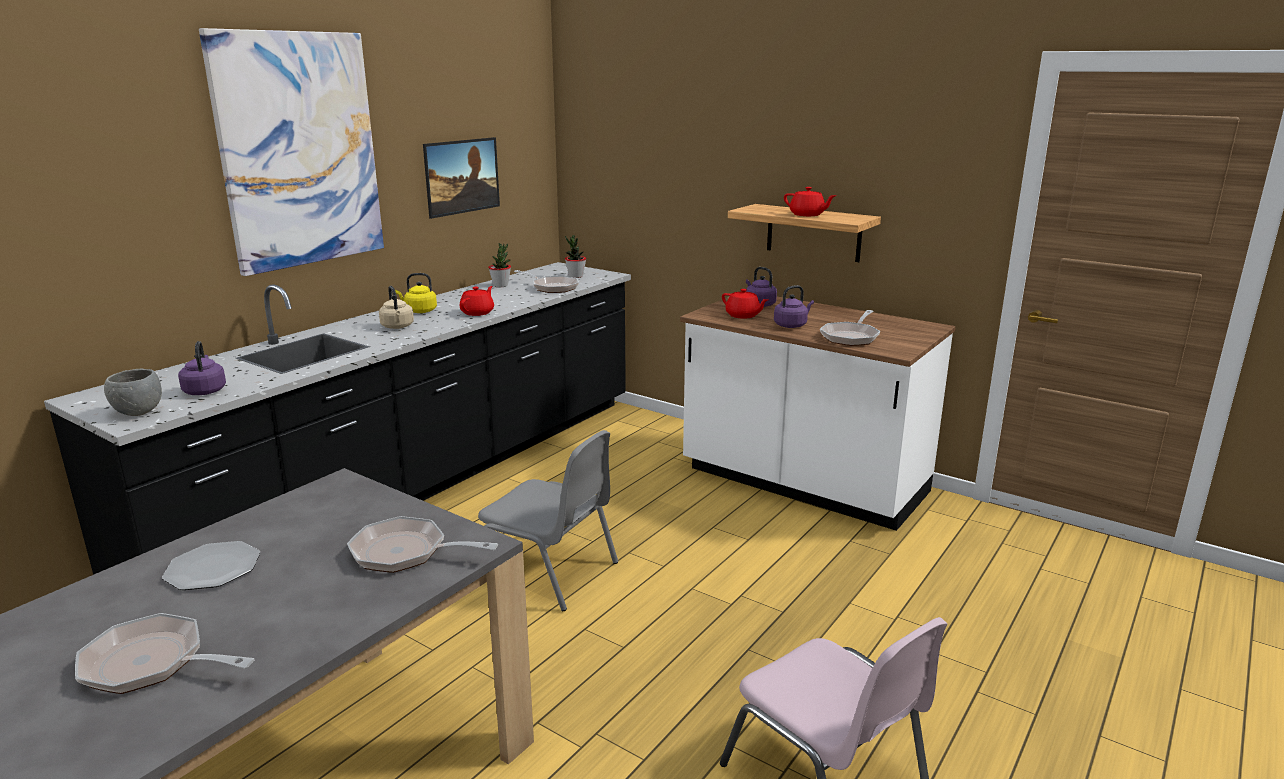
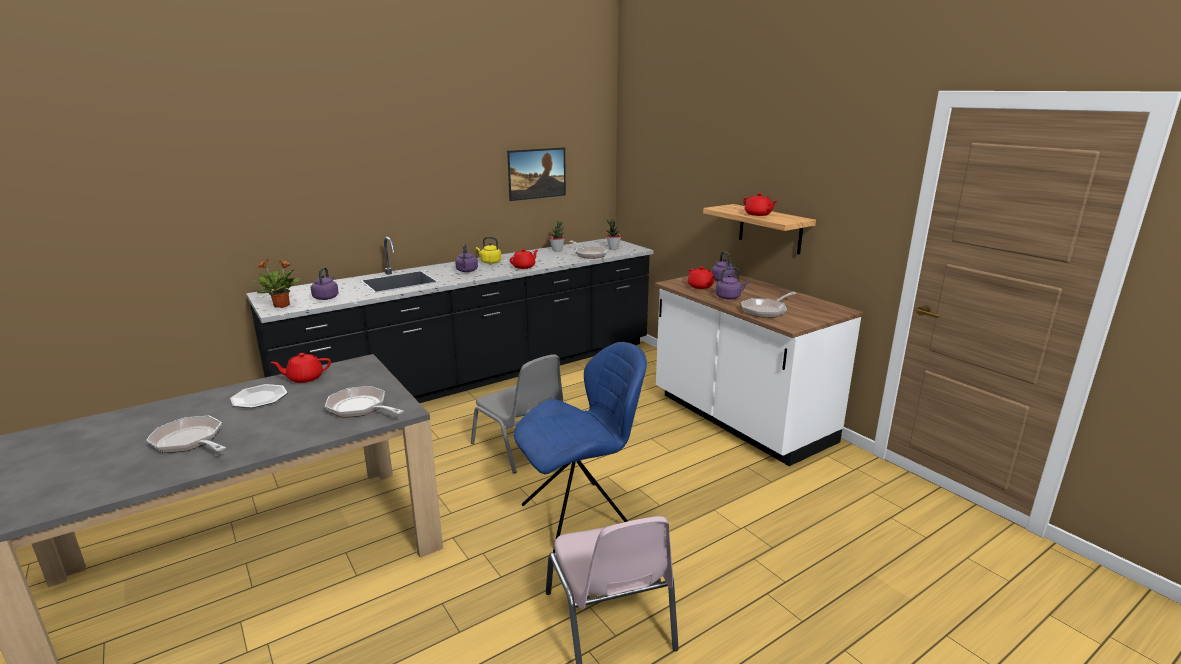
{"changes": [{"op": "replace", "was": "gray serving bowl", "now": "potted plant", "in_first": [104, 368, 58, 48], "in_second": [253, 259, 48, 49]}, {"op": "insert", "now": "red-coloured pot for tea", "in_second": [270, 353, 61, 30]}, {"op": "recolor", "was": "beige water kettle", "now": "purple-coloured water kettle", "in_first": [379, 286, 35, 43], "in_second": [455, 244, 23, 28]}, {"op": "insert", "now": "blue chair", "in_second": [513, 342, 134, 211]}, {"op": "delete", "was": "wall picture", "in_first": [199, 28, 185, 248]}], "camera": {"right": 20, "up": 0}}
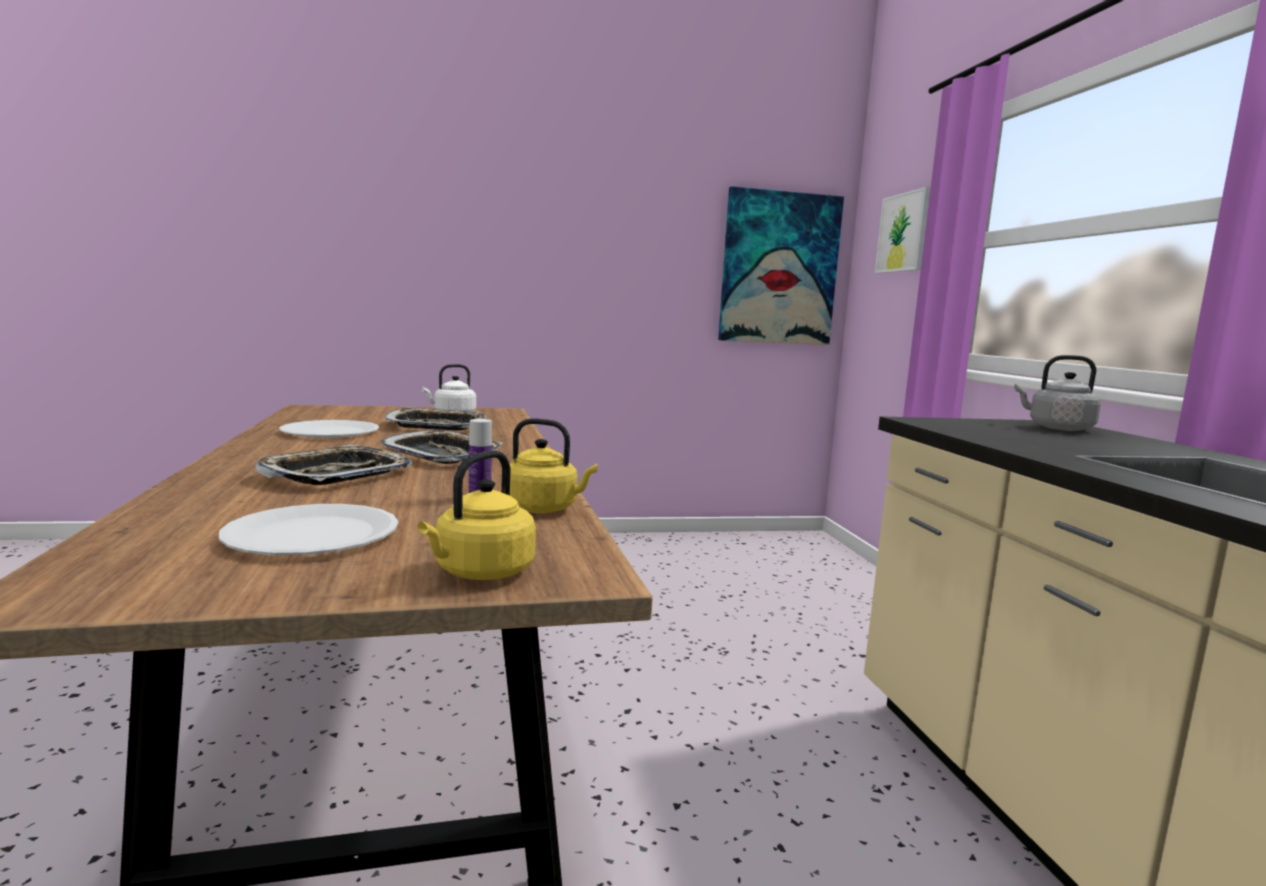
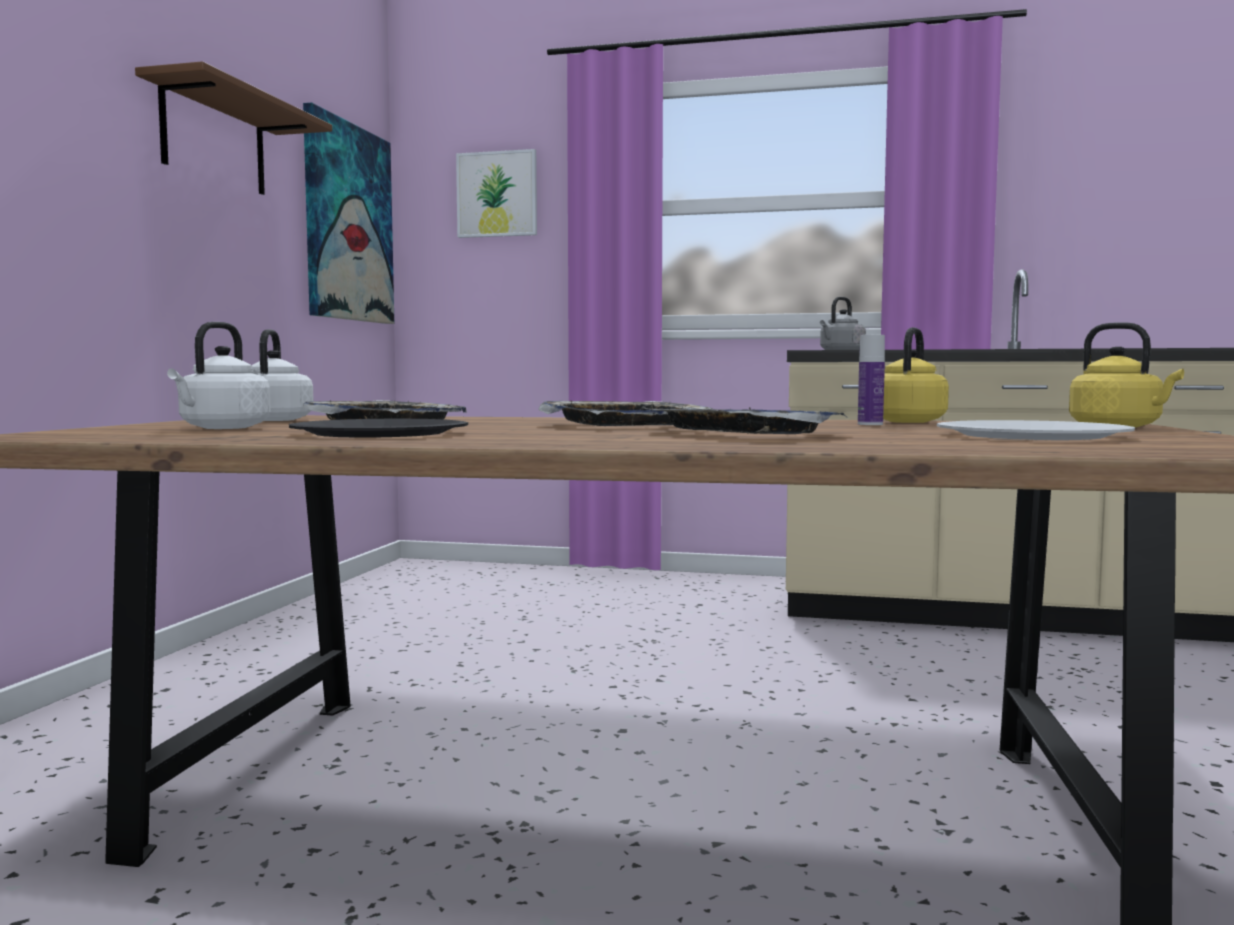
{"changes": [{"op": "insert", "now": "brown-coloured bracket shelf", "in_second": [135, 61, 197, 134]}, {"op": "insert", "now": "white-coloured water kettle", "in_second": [167, 322, 104, 107]}, {"op": "recolor", "was": "white-coloured flat dish", "now": "blackish flat dish", "in_first": [280, 420, 99, 18], "in_second": [289, 419, 179, 19]}], "camera": {"right": -65, "up": -5}}
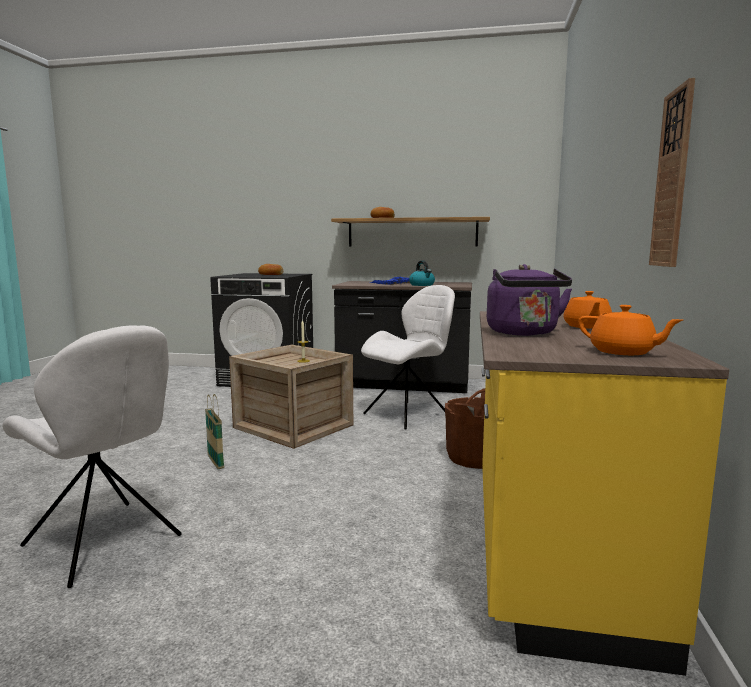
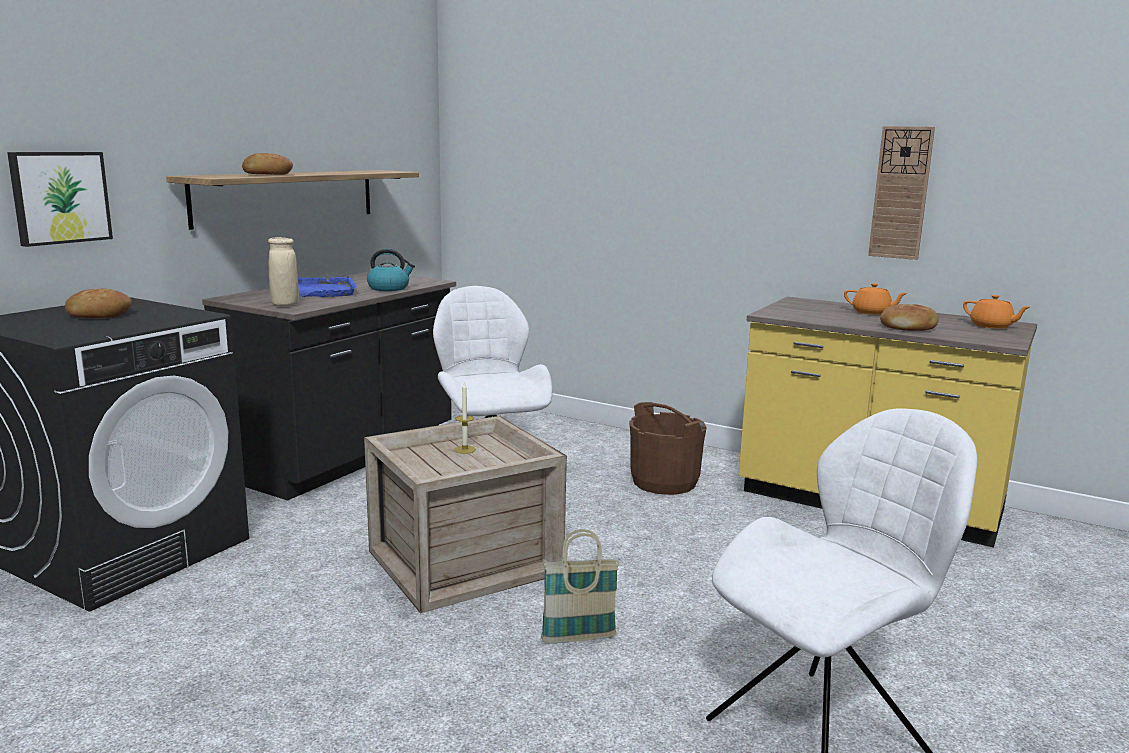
{"changes": [{"op": "insert", "now": "wall picture", "in_second": [7, 152, 106, 95]}, {"op": "insert", "now": "beige vase", "in_second": [268, 237, 31, 69]}, {"op": "replace", "was": "purple-coloured water kettle", "now": "bakery bread", "in_first": [487, 264, 85, 72], "in_second": [880, 304, 59, 27]}, {"op": "rotate", "was": "orangey pot for tea", "in_first": [578, 305, 105, 50], "in_second": [963, 295, 67, 34], "clockwise": 75}], "camera": {"right": -70, "up": 5}}
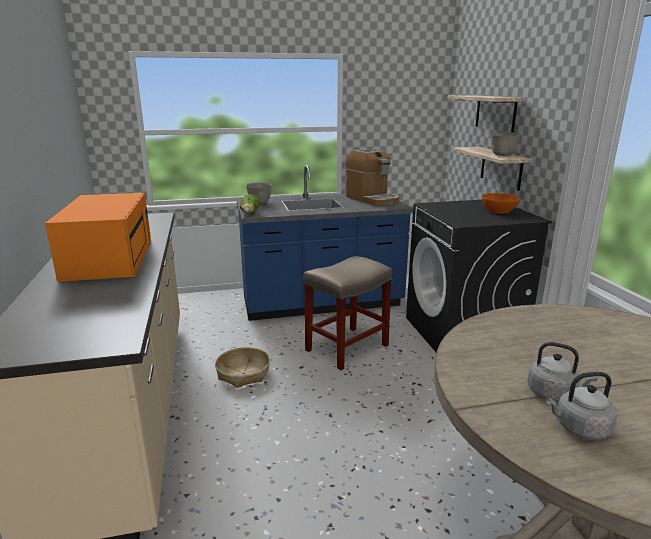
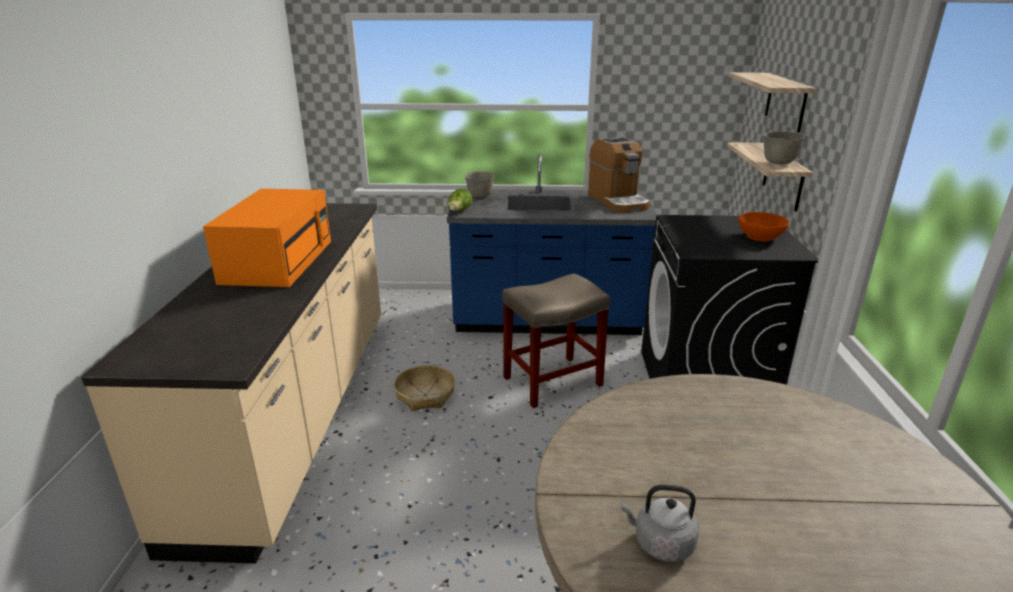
{"changes": [{"op": "delete", "was": "gray water kettle", "in_first": [528, 342, 70, 60]}], "camera": {"right": 15, "up": 5}}
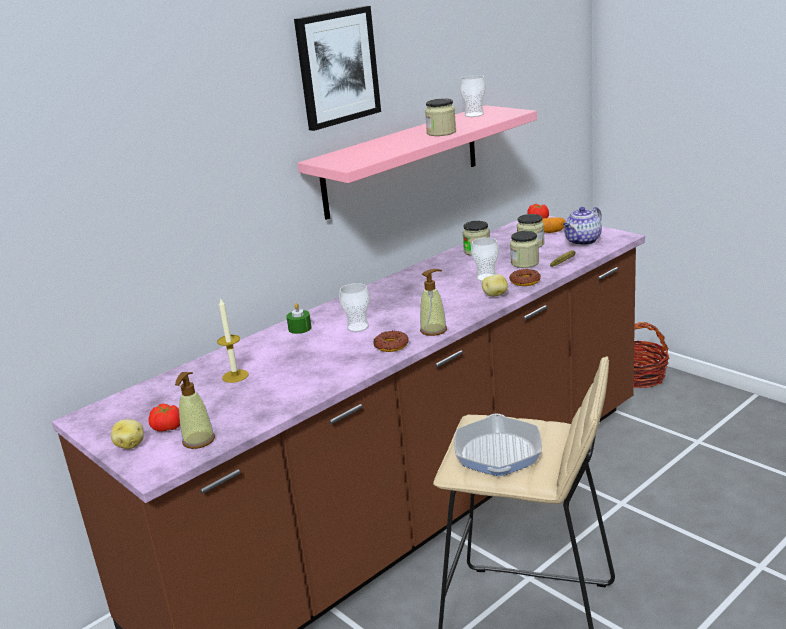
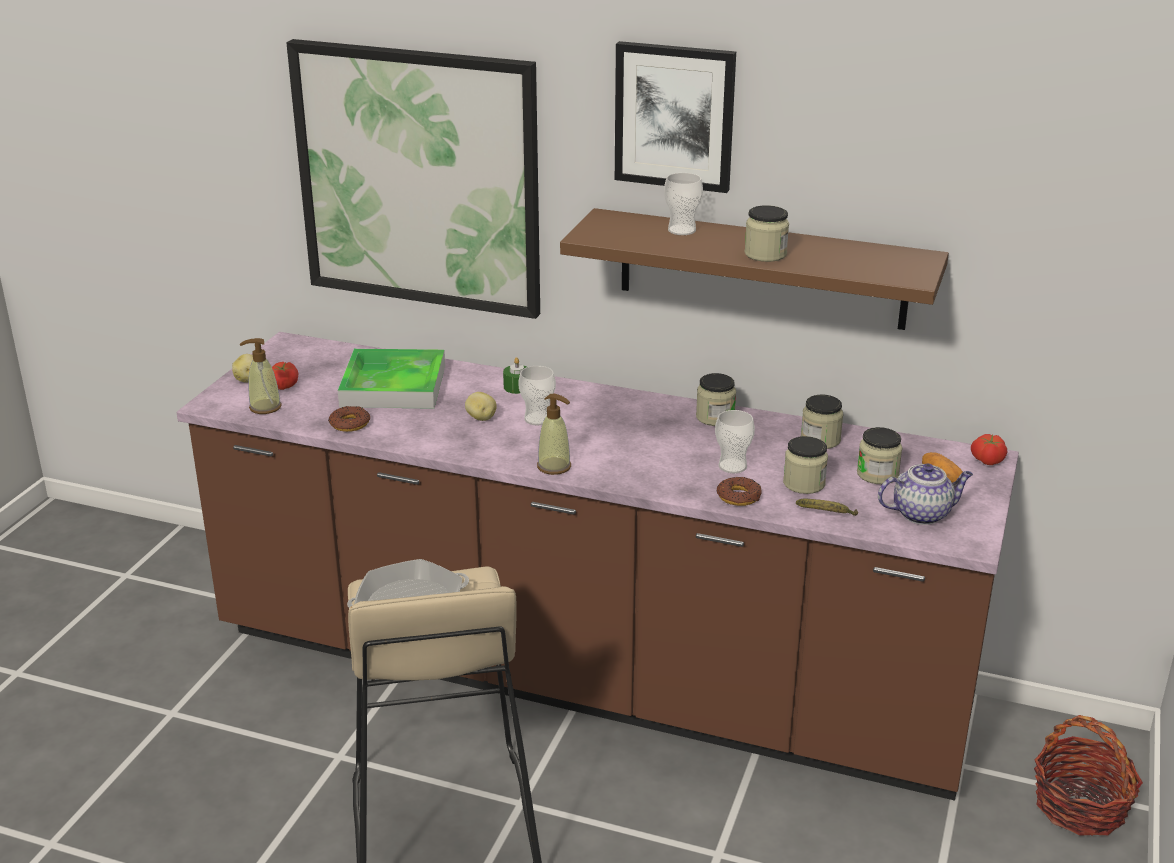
{"changes": [{"op": "insert", "now": "wall picture", "in_second": [286, 39, 254, 280]}, {"op": "move", "was": "ring doughnut", "in_first": [373, 331, 36, 21], "in_second": [328, 406, 42, 26]}, {"op": "replace", "was": "candle", "now": "tray", "in_first": [217, 297, 32, 86], "in_second": [338, 349, 107, 60]}, {"op": "move", "was": "potato", "in_first": [482, 274, 26, 23], "in_second": [465, 392, 32, 29]}, {"op": "recolor", "was": "pink-coloured bracket shelf", "now": "brown-coloured bracket shelf", "in_first": [297, 105, 240, 115], "in_second": [560, 208, 389, 122]}, {"op": "move", "was": "cup", "in_first": [459, 75, 27, 42], "in_second": [664, 173, 39, 62]}, {"op": "insert", "now": "storage jar", "in_second": [696, 373, 40, 53]}, {"op": "rotate", "was": "pot for tea", "in_first": [563, 207, 39, 38], "in_second": [878, 463, 95, 62], "clockwise": 150}], "camera": {"right": 60, "up": 5}}
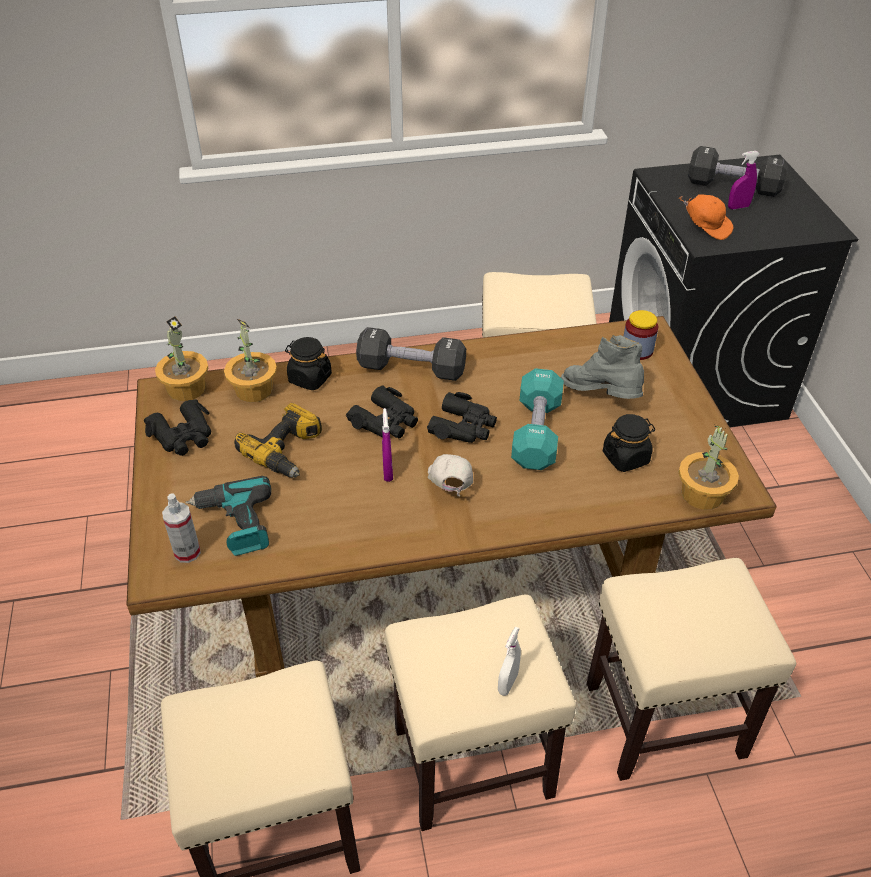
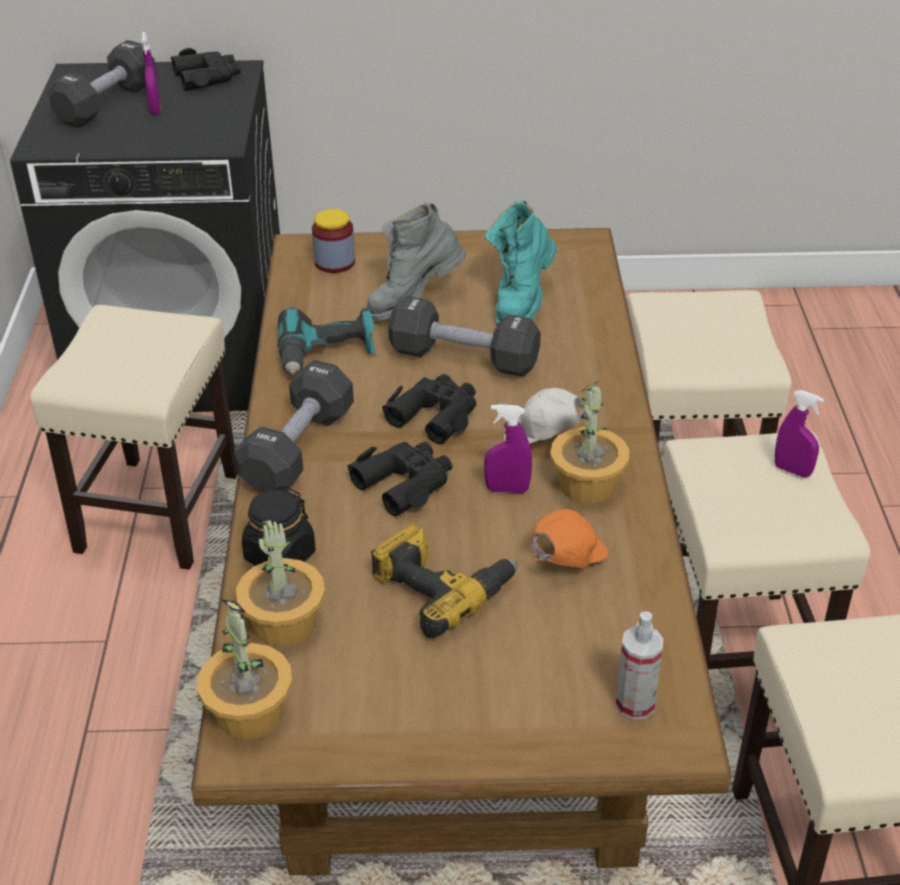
{"changes": [{"op": "move", "was": "blackish pair of binoculars", "in_first": [144, 399, 67, 57], "in_second": [171, 48, 70, 43]}, {"op": "move", "was": "power drill", "in_first": [186, 476, 85, 80], "in_second": [278, 307, 98, 68]}, {"op": "recolor", "was": "turquoise-coloured free weight", "now": "blackish free weight", "in_first": [511, 368, 53, 102], "in_second": [388, 296, 153, 81]}, {"op": "replace", "was": "blackish storage jar", "now": "turquoise-coloured boot", "in_first": [603, 414, 52, 58], "in_second": [485, 200, 72, 125]}, {"op": "move", "was": "orangey peaked cap", "in_first": [679, 194, 54, 46], "in_second": [531, 509, 78, 59]}, {"op": "move", "was": "potted plant", "in_first": [679, 425, 60, 85], "in_second": [550, 380, 79, 123]}, {"op": "recolor", "was": "white-coloured spray bottle", "now": "purple-coloured spray bottle", "in_first": [498, 626, 23, 70], "in_second": [775, 390, 49, 87]}], "camera": {"right": -80, "up": -5}}
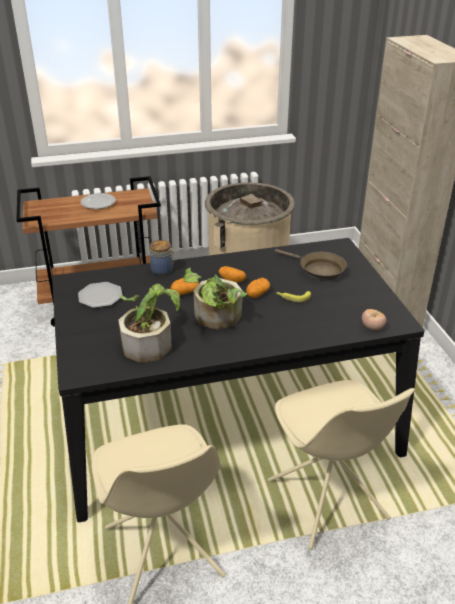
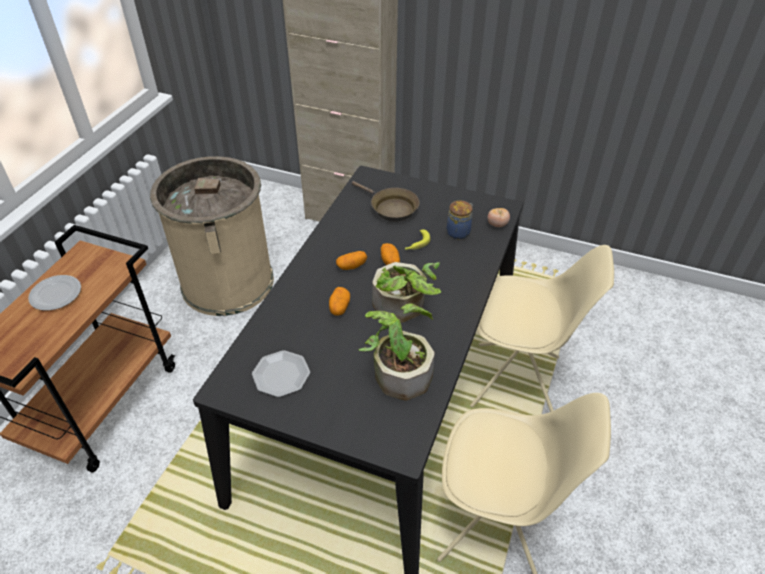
{"changes": [{"op": "rotate", "was": "brown-coloured frying pan", "in_first": [275, 249, 72, 32], "in_second": [352, 181, 67, 41], "clockwise": 60}, {"op": "move", "was": "storage jar", "in_first": [150, 240, 25, 35], "in_second": [447, 200, 26, 39]}], "camera": {"right": -55, "up": 10}}
